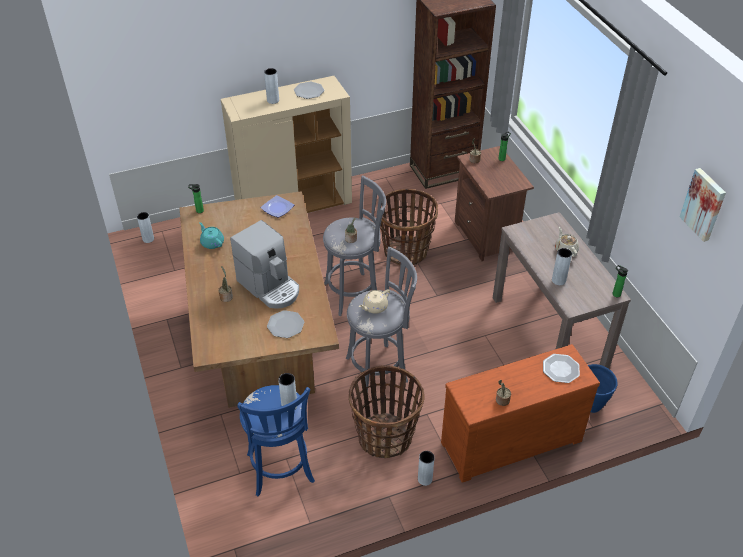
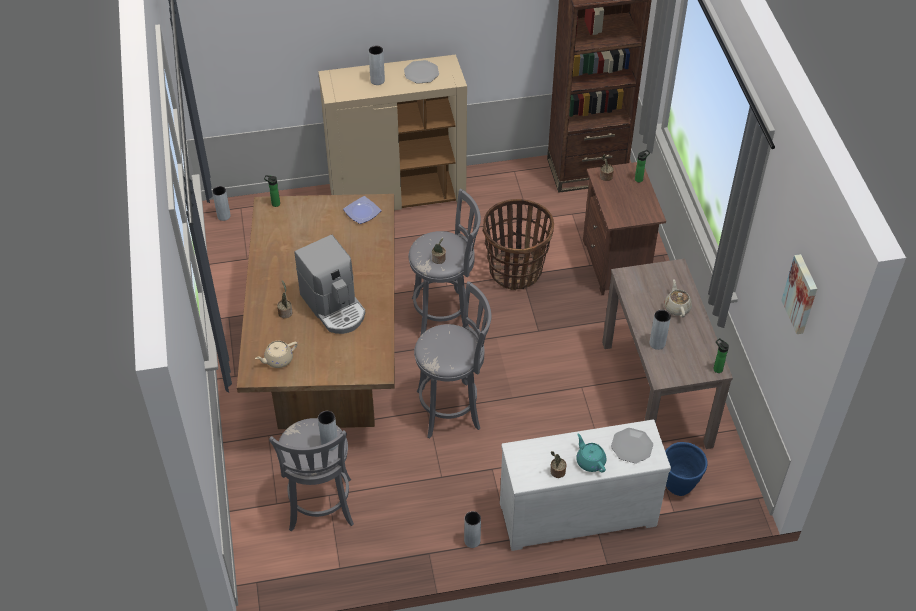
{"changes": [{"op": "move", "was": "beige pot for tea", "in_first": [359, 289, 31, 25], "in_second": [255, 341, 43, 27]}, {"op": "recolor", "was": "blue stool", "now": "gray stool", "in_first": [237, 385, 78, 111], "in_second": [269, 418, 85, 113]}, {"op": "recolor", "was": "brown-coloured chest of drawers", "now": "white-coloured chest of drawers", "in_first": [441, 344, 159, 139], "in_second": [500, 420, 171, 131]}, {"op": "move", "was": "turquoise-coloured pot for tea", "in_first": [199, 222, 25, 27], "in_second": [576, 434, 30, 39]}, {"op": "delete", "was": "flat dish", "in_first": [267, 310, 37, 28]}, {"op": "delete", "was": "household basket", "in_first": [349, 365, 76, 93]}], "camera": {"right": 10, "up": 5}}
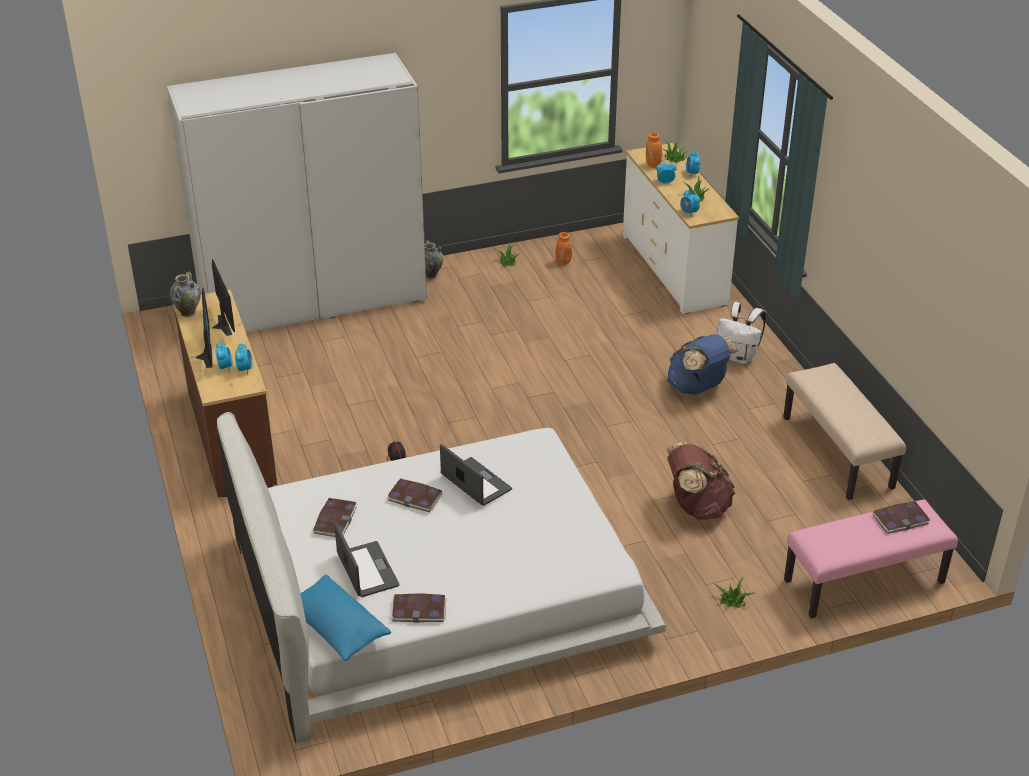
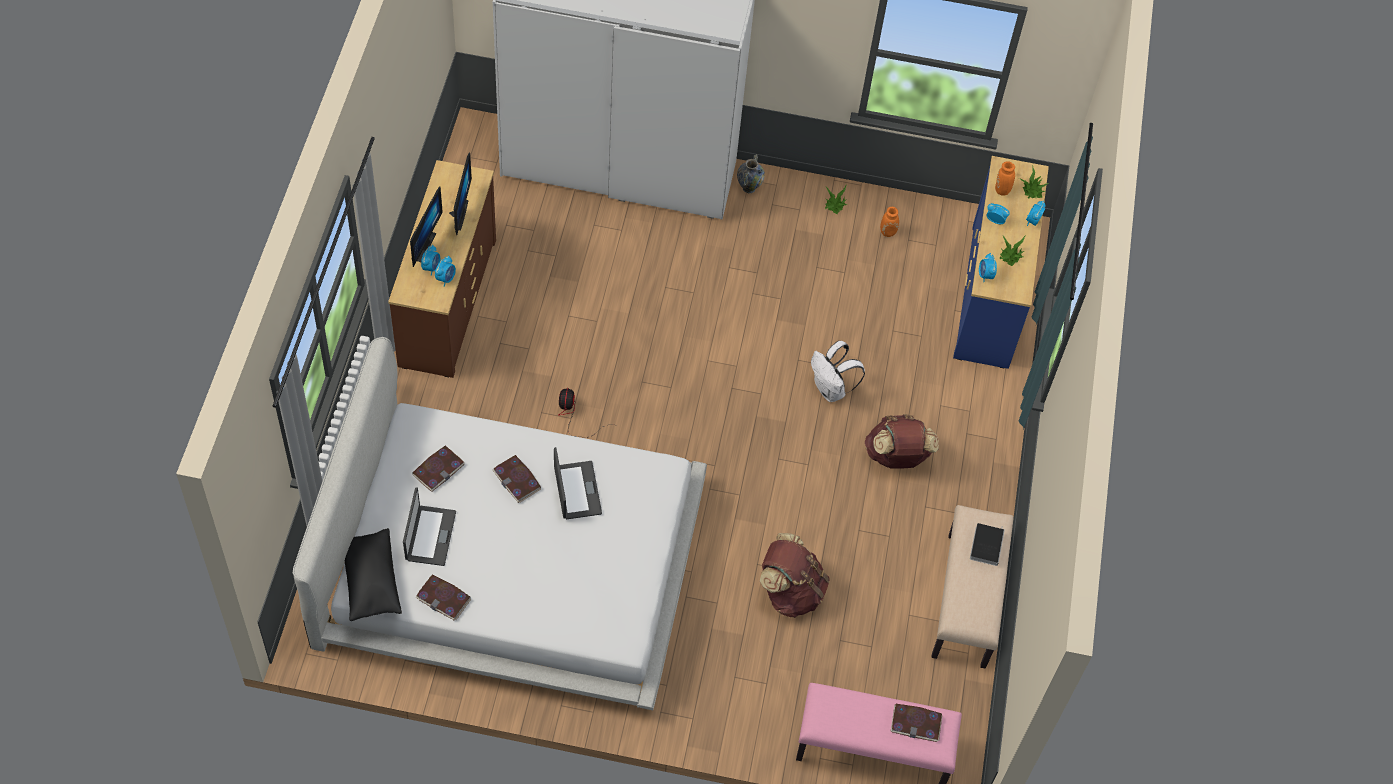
{"changes": [{"op": "recolor", "was": "blue pillow", "now": "blackish pillow", "in_first": [301, 574, 90, 87], "in_second": [345, 528, 57, 93]}, {"op": "move", "was": "white-coloured backpack", "in_first": [717, 302, 49, 62], "in_second": [811, 341, 54, 61]}, {"op": "recolor", "was": "blue backpack", "now": "brown-coloured backpack", "in_first": [667, 334, 71, 61], "in_second": [865, 414, 74, 55]}, {"op": "recolor", "was": "white-coloured chest of drawers", "now": "blue chest of drawers", "in_first": [623, 143, 116, 171], "in_second": [953, 156, 96, 213]}, {"op": "insert", "now": "book", "in_second": [970, 523, 35, 43]}, {"op": "delete", "was": "vase", "in_first": [170, 271, 31, 46]}, {"op": "delete", "was": "potted plant", "in_first": [715, 576, 39, 32]}], "camera": {"right": 25, "up": 20}}
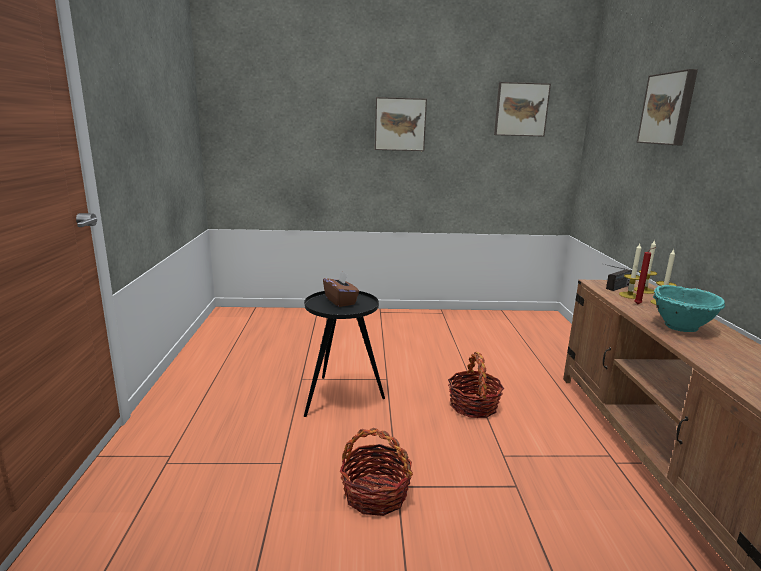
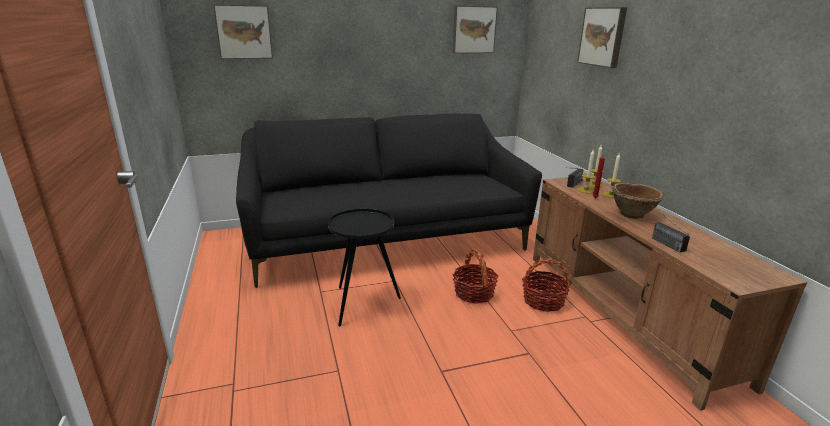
{"changes": [{"op": "move", "was": "wall picture", "in_first": [375, 97, 52, 54], "in_second": [213, 4, 60, 55]}, {"op": "insert", "now": "blackish couch", "in_second": [236, 113, 306, 175]}, {"op": "move", "was": "household basket", "in_first": [340, 428, 73, 88], "in_second": [522, 258, 50, 54]}, {"op": "recolor", "was": "turquoise-coloured serving bowl", "now": "brown-coloured serving bowl", "in_first": [653, 285, 72, 47], "in_second": [612, 183, 51, 36]}, {"op": "insert", "now": "radio set", "in_second": [649, 203, 41, 49]}, {"op": "delete", "was": "brown-coloured tissue box", "in_first": [323, 272, 36, 35]}], "camera": {"right": -15, "up": 5}}
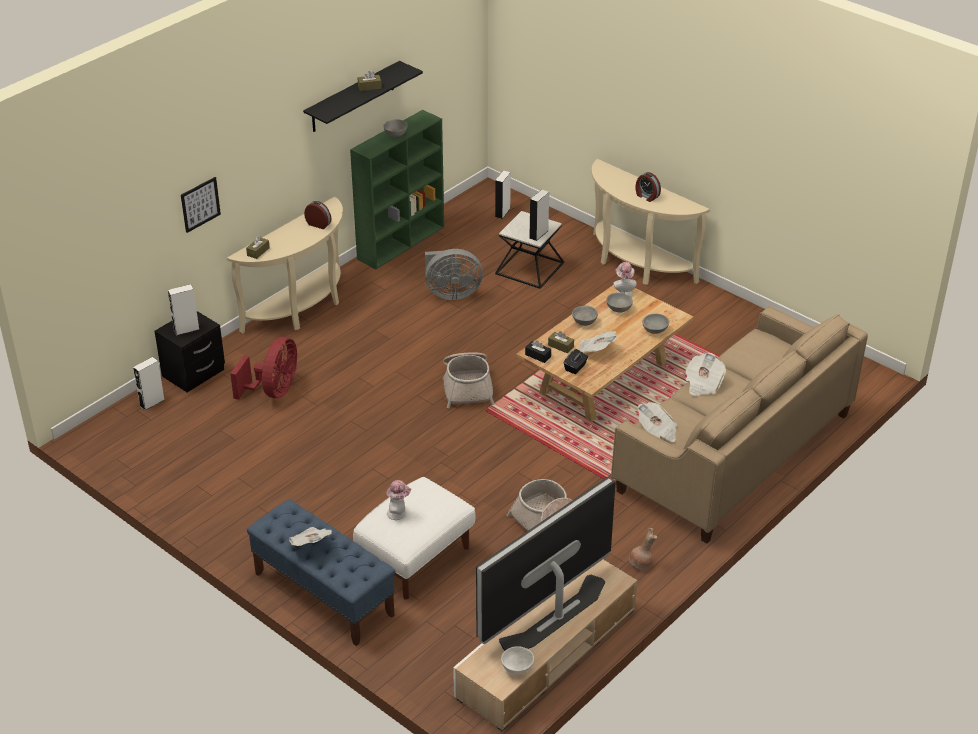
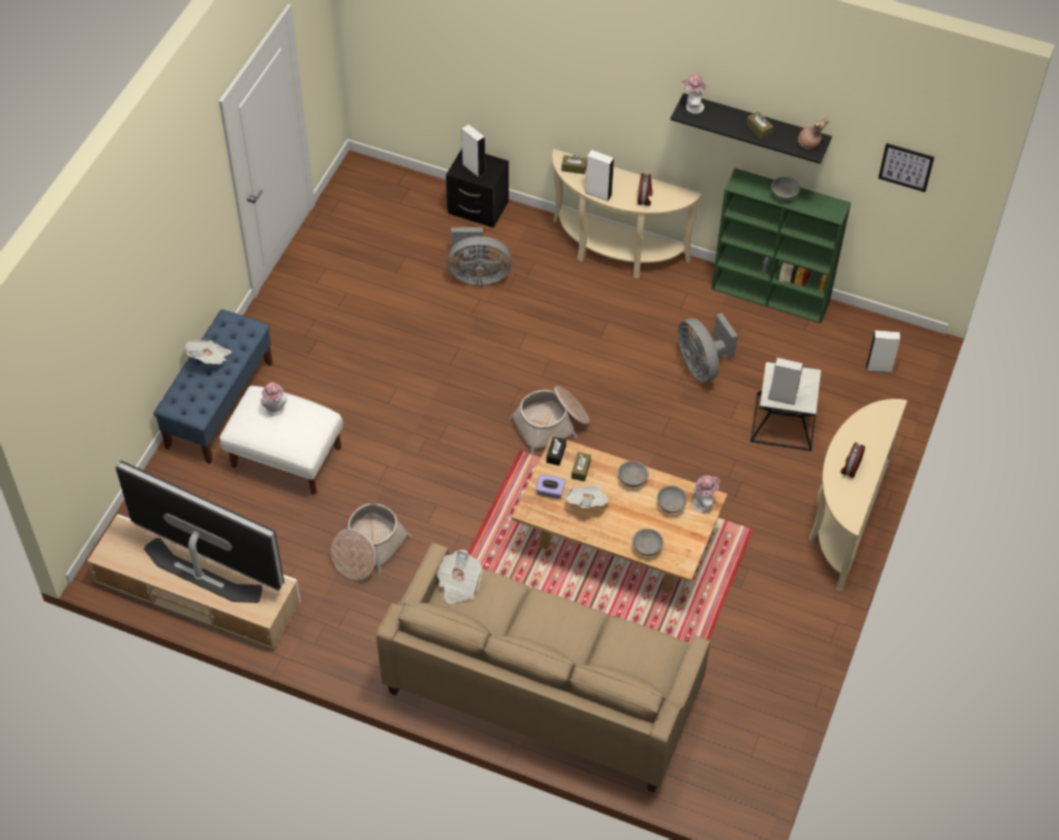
{"changes": [{"op": "recolor", "was": "red-coloured fan", "now": "gray fan", "in_first": [230, 337, 67, 63], "in_second": [448, 227, 64, 58]}, {"op": "recolor", "was": "blackish tissue box", "now": "purple-coloured tissue box", "in_first": [564, 349, 24, 25], "in_second": [536, 475, 30, 24]}, {"op": "move", "was": "white-coloured loudspeaker", "in_first": [133, 357, 32, 53], "in_second": [585, 150, 29, 51]}, {"op": "insert", "now": "wearable hat", "in_second": [682, 74, 24, 40]}, {"op": "move", "was": "brown-coloured vase", "in_first": [629, 528, 28, 41], "in_second": [798, 117, 31, 33]}, {"op": "move", "was": "wall picture", "in_first": [181, 177, 40, 56], "in_second": [878, 143, 56, 49]}, {"op": "delete", "was": "white-coloured serving bowl", "in_first": [501, 646, 33, 29]}, {"op": "delete", "was": "newspaper", "in_first": [685, 353, 41, 43]}], "camera": {"right": 70, "up": 15}}
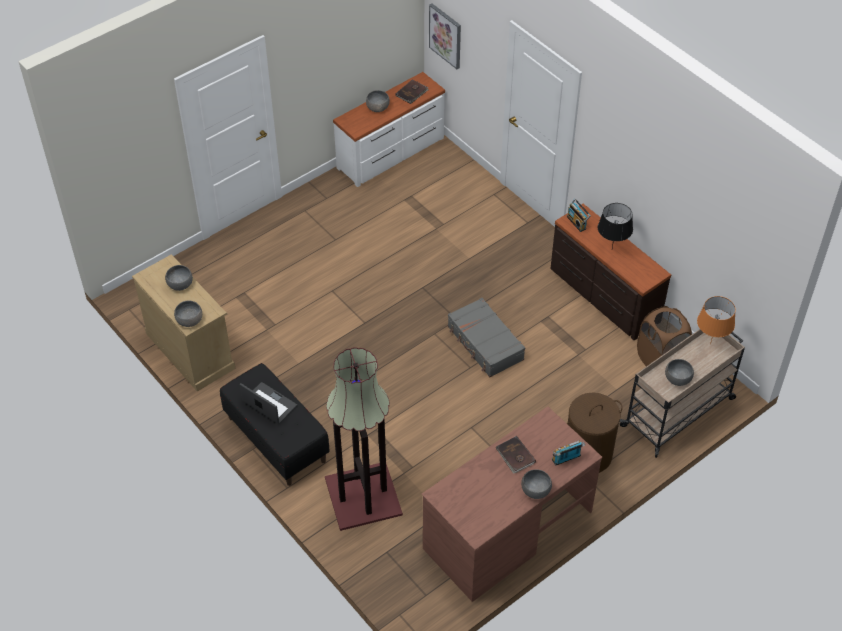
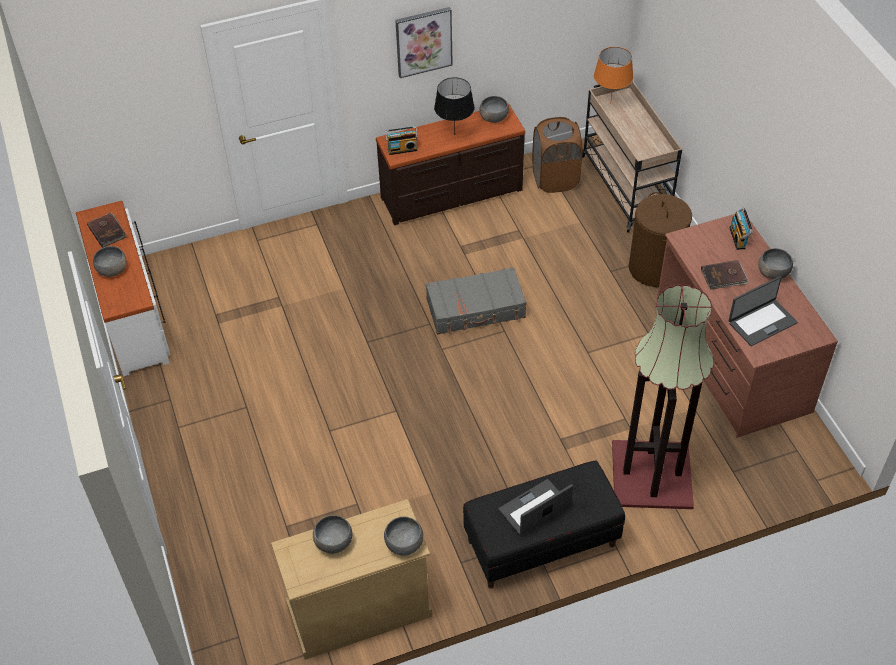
{"changes": [{"op": "move", "was": "wall picture", "in_first": [429, 3, 32, 66], "in_second": [395, 7, 58, 71]}, {"op": "move", "was": "gray serving bowl", "in_first": [665, 359, 29, 27], "in_second": [479, 96, 30, 27]}, {"op": "insert", "now": "portable computer", "in_second": [728, 276, 70, 70]}], "camera": {"right": -70, "up": 0}}
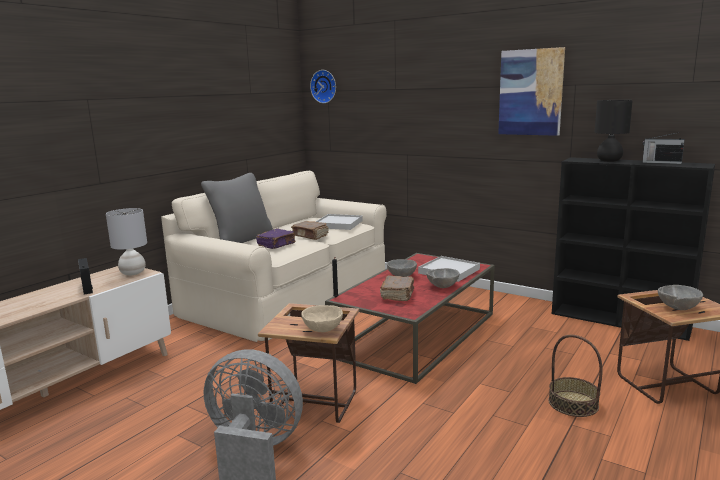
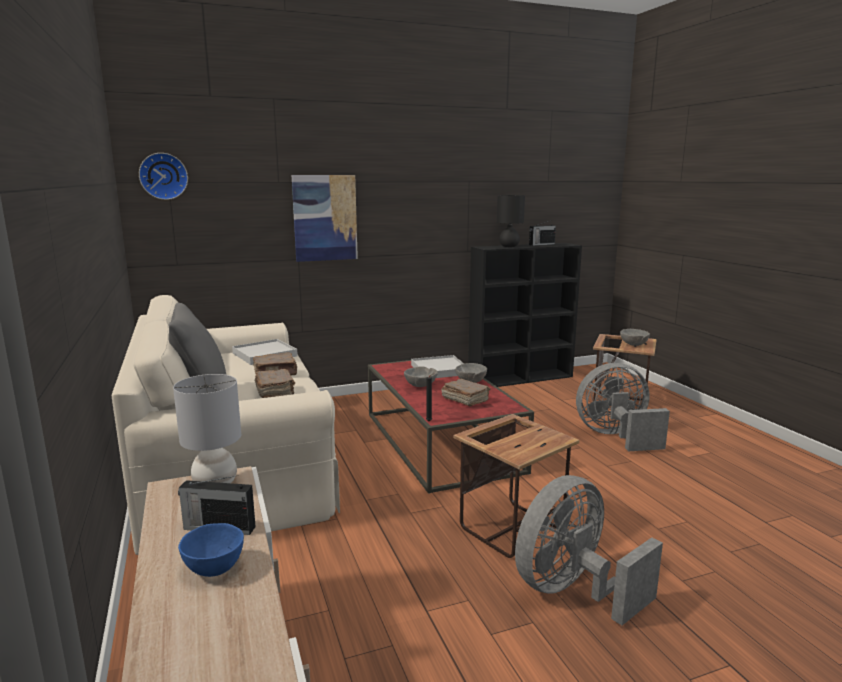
{"changes": [{"op": "insert", "now": "blue serving bowl", "in_second": [178, 523, 66, 54]}, {"op": "recolor", "was": "purple-coloured book", "now": "brown-coloured book", "in_first": [256, 229, 40, 20], "in_second": [255, 369, 40, 29]}, {"op": "move", "was": "wall picture", "in_first": [498, 47, 67, 89], "in_second": [292, 175, 66, 87]}, {"op": "replace", "was": "household basket", "now": "gray fan", "in_first": [548, 335, 54, 82], "in_second": [576, 363, 94, 88]}, {"op": "delete", "was": "beige serving bowl", "in_first": [301, 305, 42, 27]}], "camera": {"right": -55, "up": 0}}
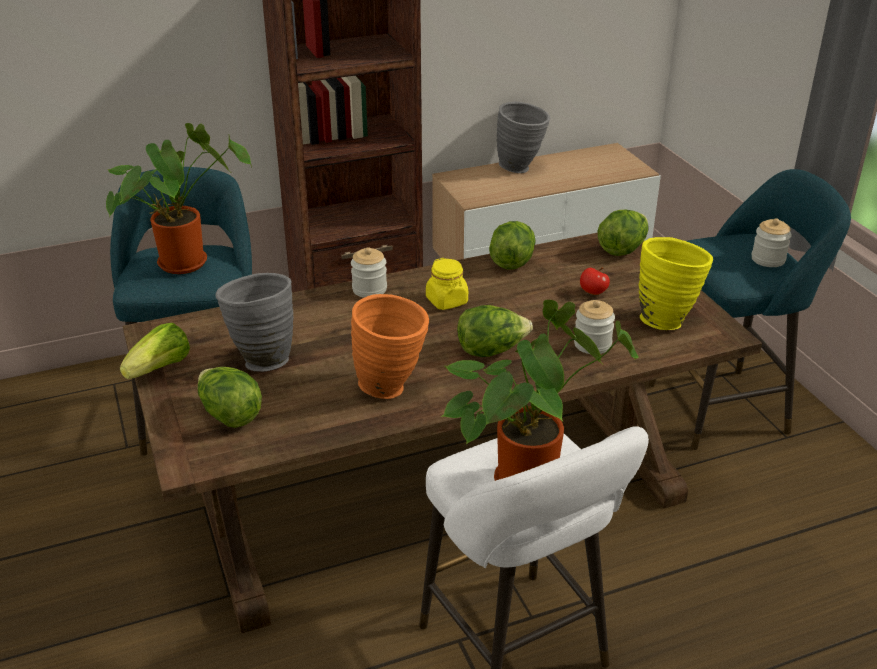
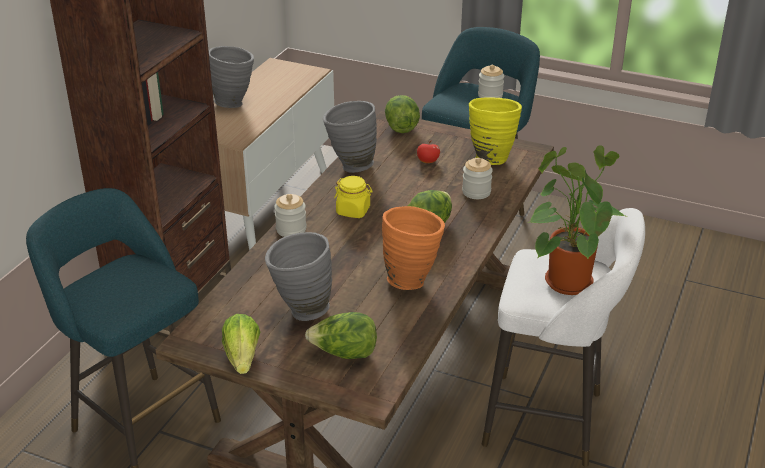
{"changes": [{"op": "replace", "was": "head of lettuce", "now": "gray vase", "in_first": [489, 221, 47, 49], "in_second": [323, 101, 54, 72]}, {"op": "delete", "was": "potted plant", "in_first": [106, 123, 146, 151]}], "camera": {"right": -45, "up": 0}}
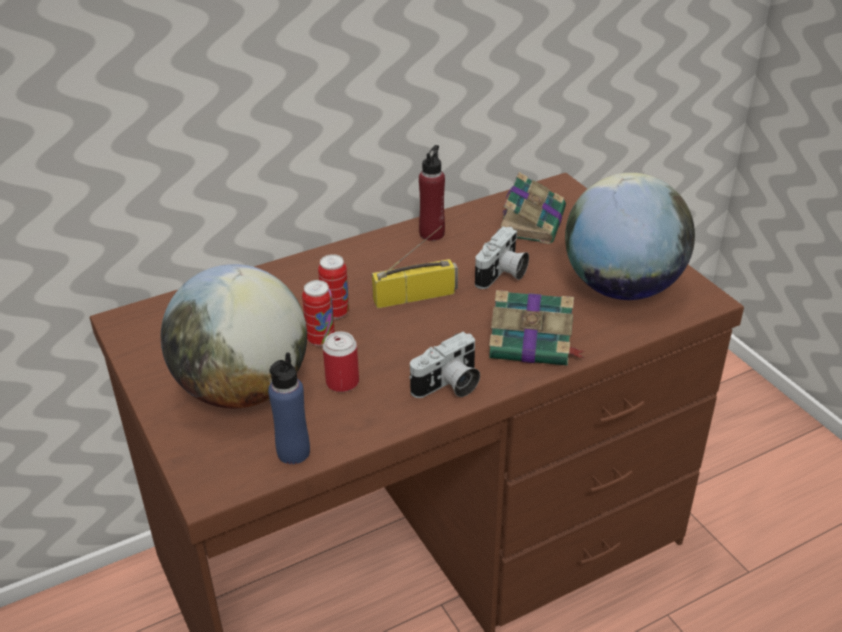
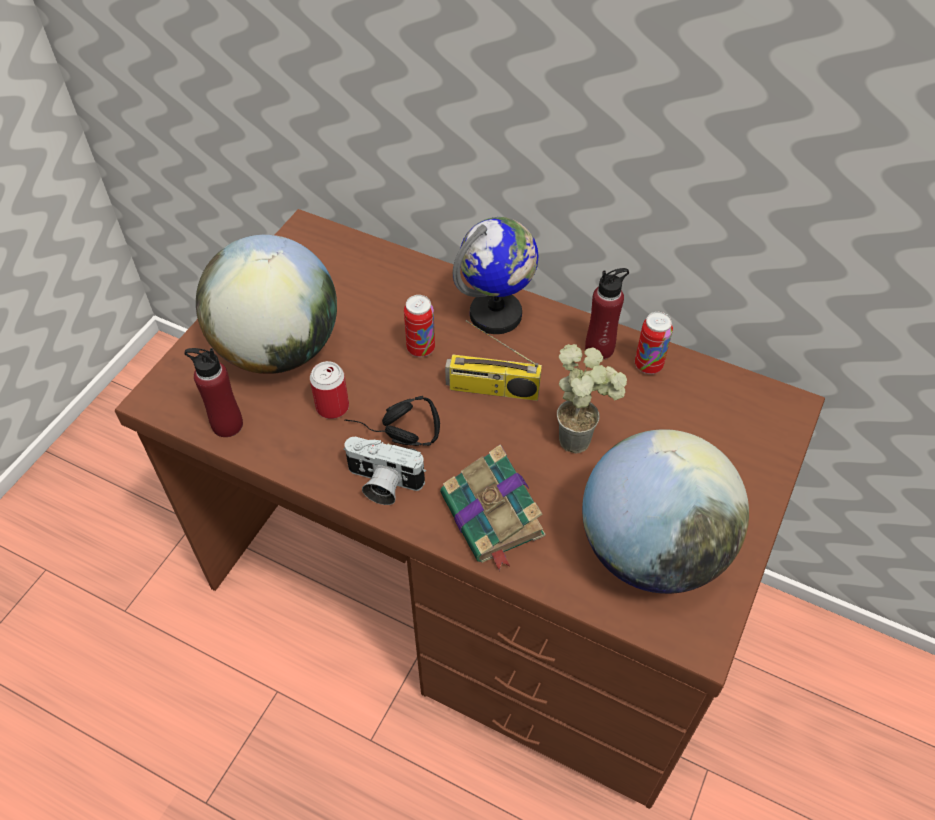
{"changes": [{"op": "recolor", "was": "blue beverage bottle", "now": "red-coloured beverage bottle", "in_first": [268, 352, 42, 112], "in_second": [184, 348, 59, 89]}, {"op": "insert", "now": "blackish headset", "in_second": [344, 396, 96, 50]}, {"op": "rotate", "was": "radio set", "in_first": [372, 226, 86, 82], "in_second": [445, 320, 97, 81], "clockwise": 150}, {"op": "insert", "now": "globe", "in_second": [453, 217, 85, 117]}, {"op": "replace", "was": "photo camera", "now": "potted plant", "in_first": [475, 227, 54, 62], "in_second": [557, 344, 70, 110]}, {"op": "move", "was": "metal can", "in_first": [302, 280, 33, 66], "in_second": [635, 312, 38, 62]}, {"op": "delete", "was": "book", "in_first": [500, 172, 66, 72]}], "camera": {"right": 55, "up": 15}}
